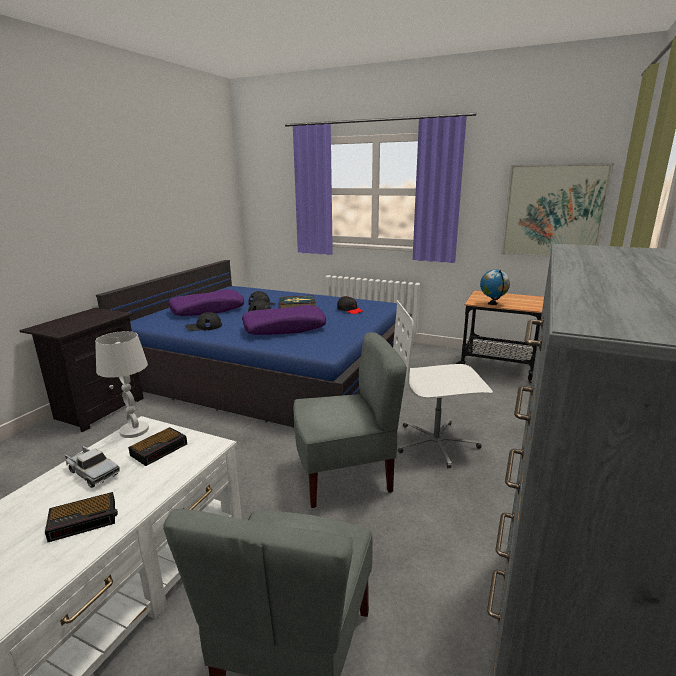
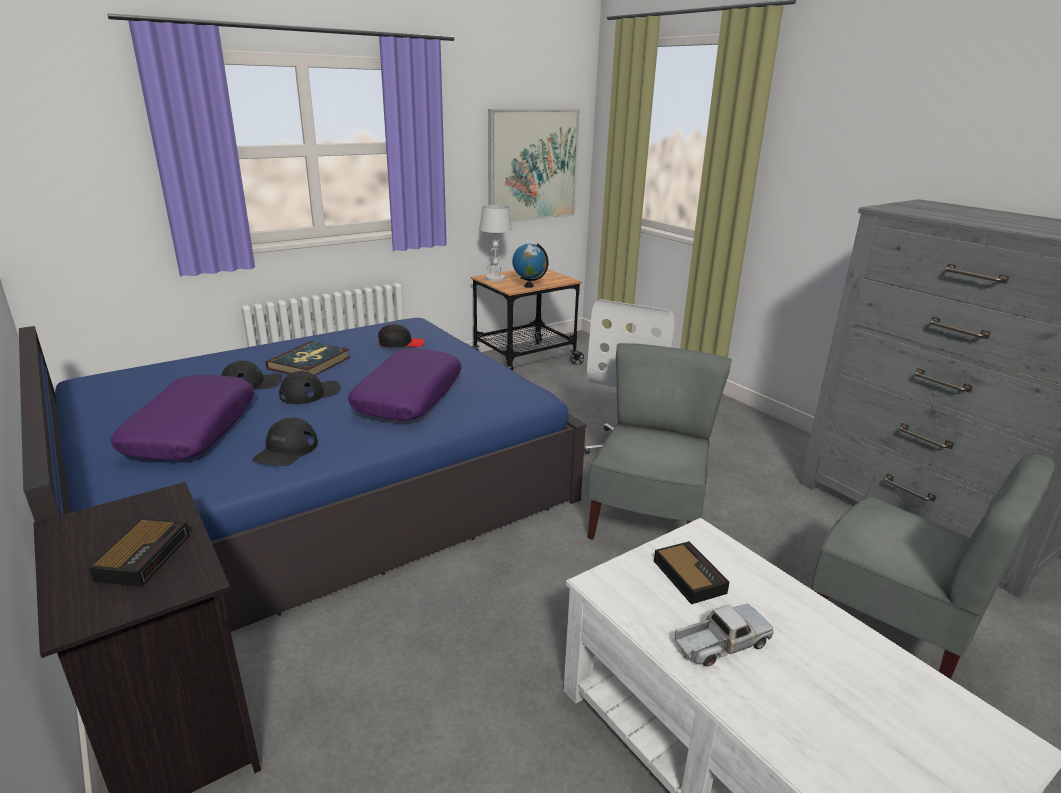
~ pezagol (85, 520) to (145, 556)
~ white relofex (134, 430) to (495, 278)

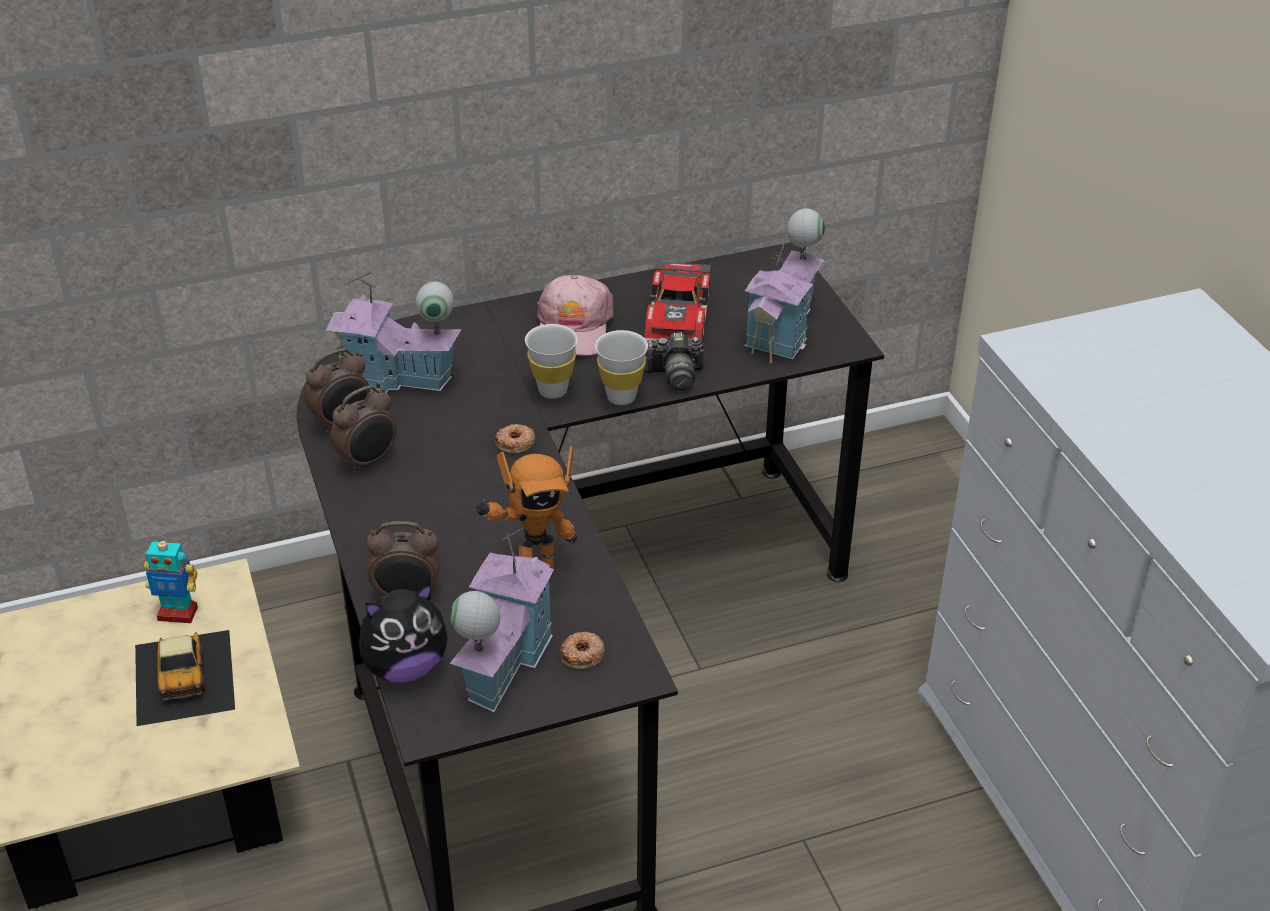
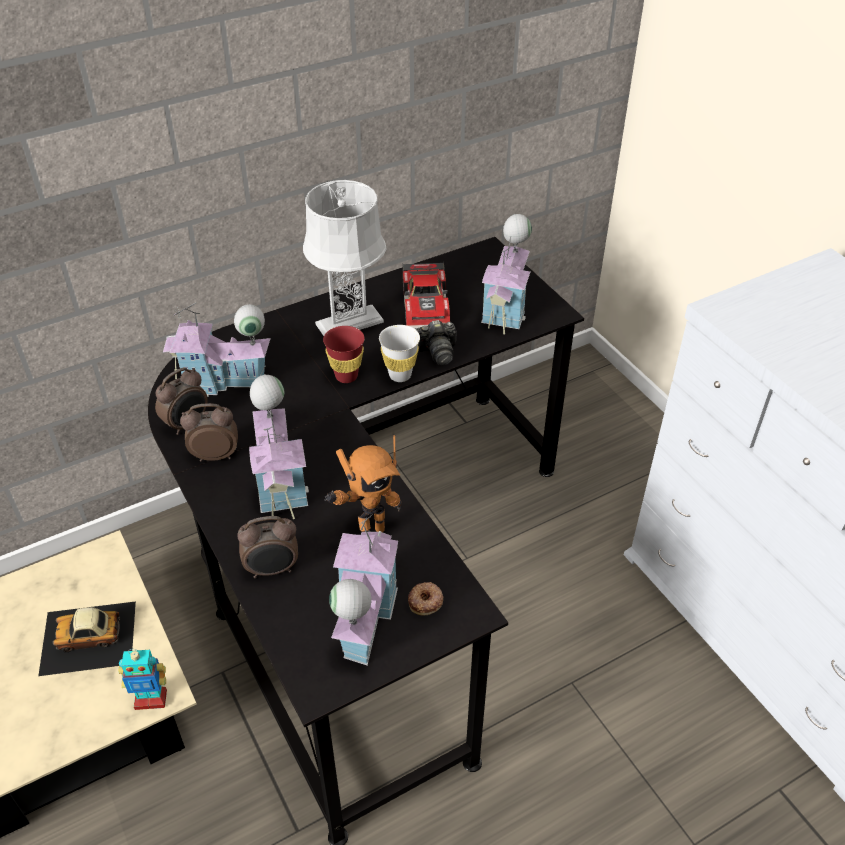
~ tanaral (185, 676) = (89, 638) 105 degrees clockwise
~ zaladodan (178, 613) to (151, 699)
~ pezagol (368, 461) = (215, 455) 135 degrees counterclockwise
+ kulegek (281, 481)
~ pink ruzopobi (574, 328) to grey relofex (350, 323)
~ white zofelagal (553, 390) to red zofelagal (346, 376)
- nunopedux (405, 667)
- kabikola (515, 442)

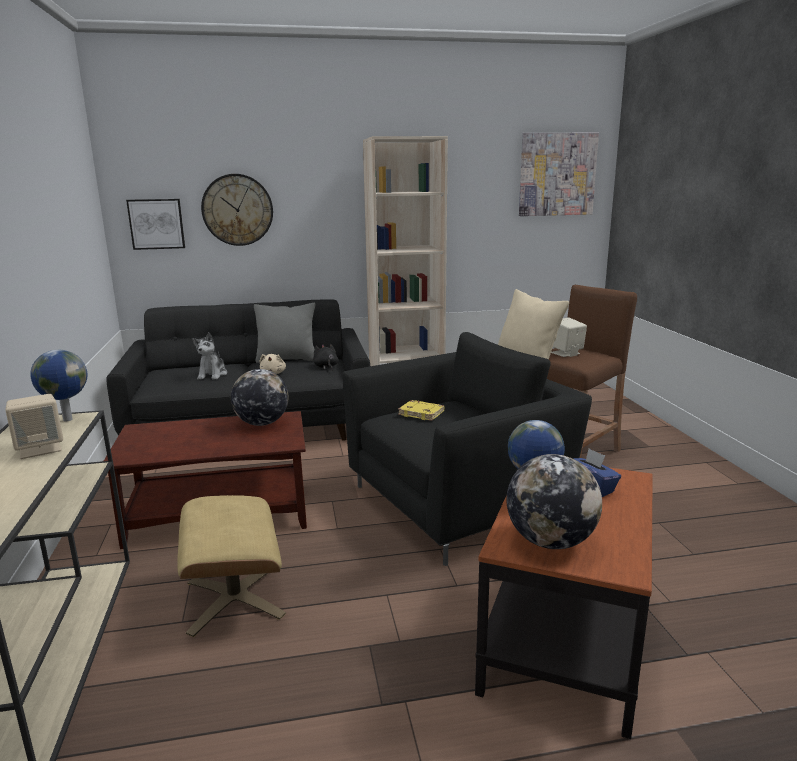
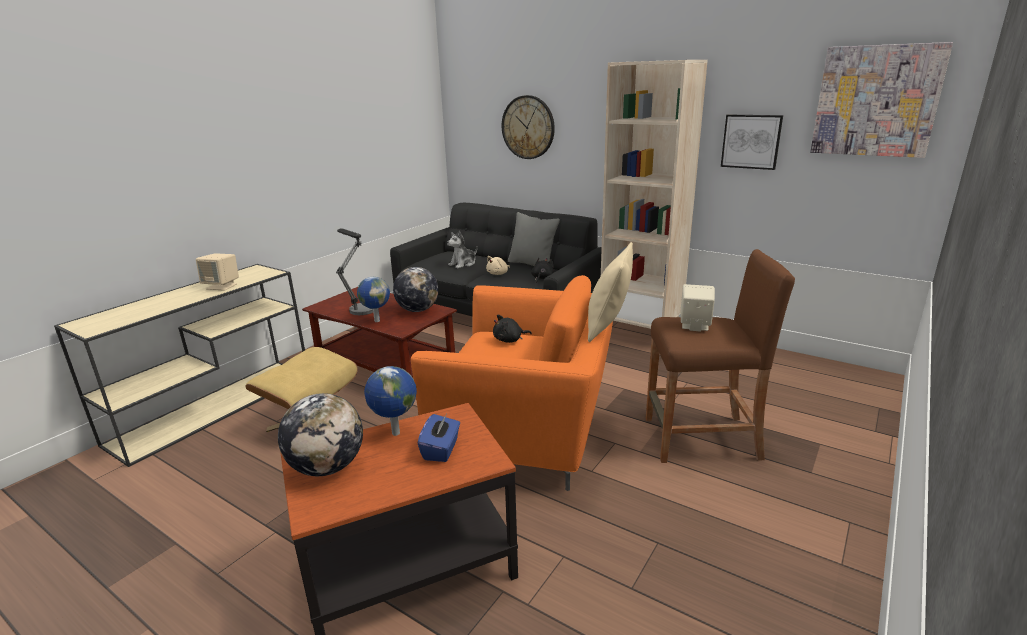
+ relofex (360, 307)
~ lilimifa (67, 419) to (377, 321)
~ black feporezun (458, 502) to orange feporezun (527, 432)
~ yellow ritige (422, 413) to black nunopedux (509, 340)
~ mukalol (156, 224) to (751, 141)

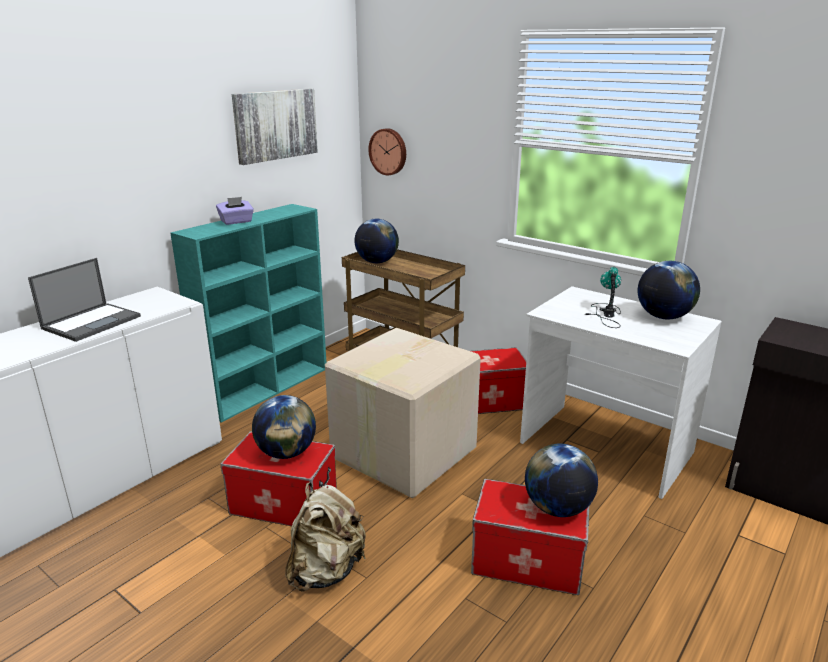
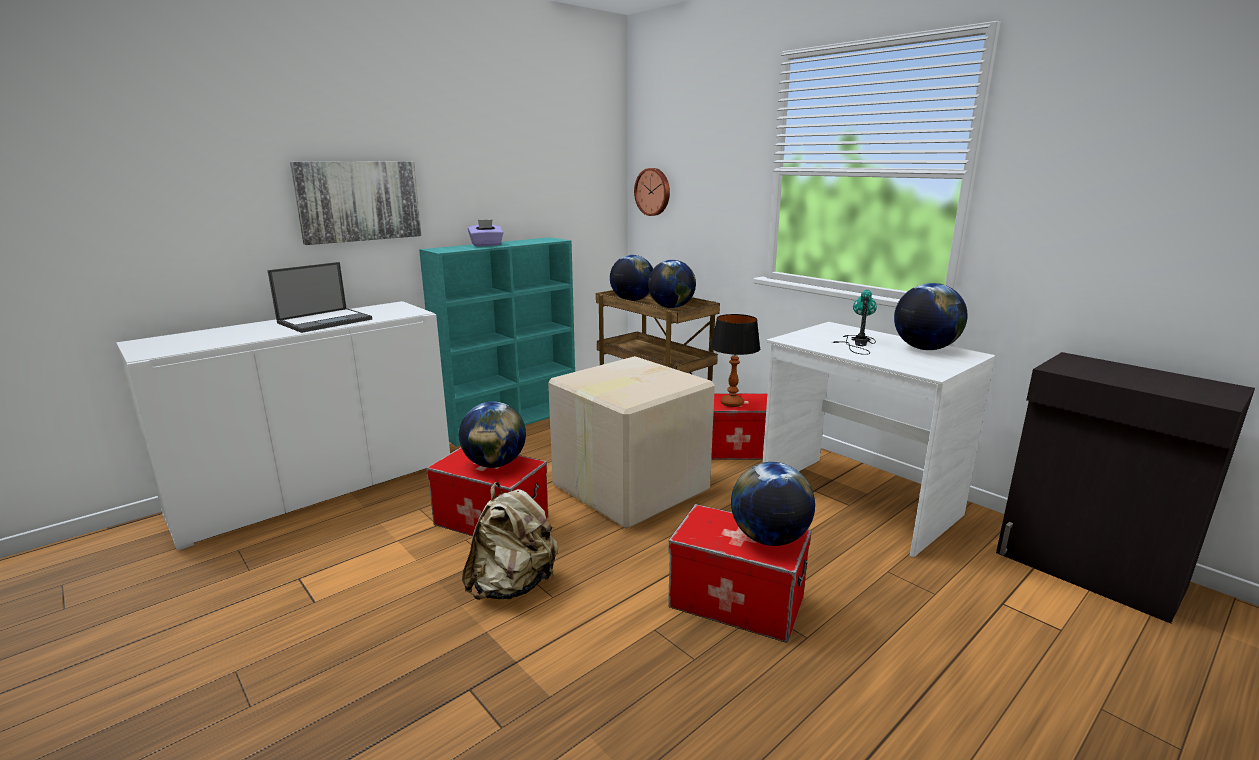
~ mukalol (275, 125) to (359, 201)
+ lilimifa (671, 307)
+ relofex (731, 403)

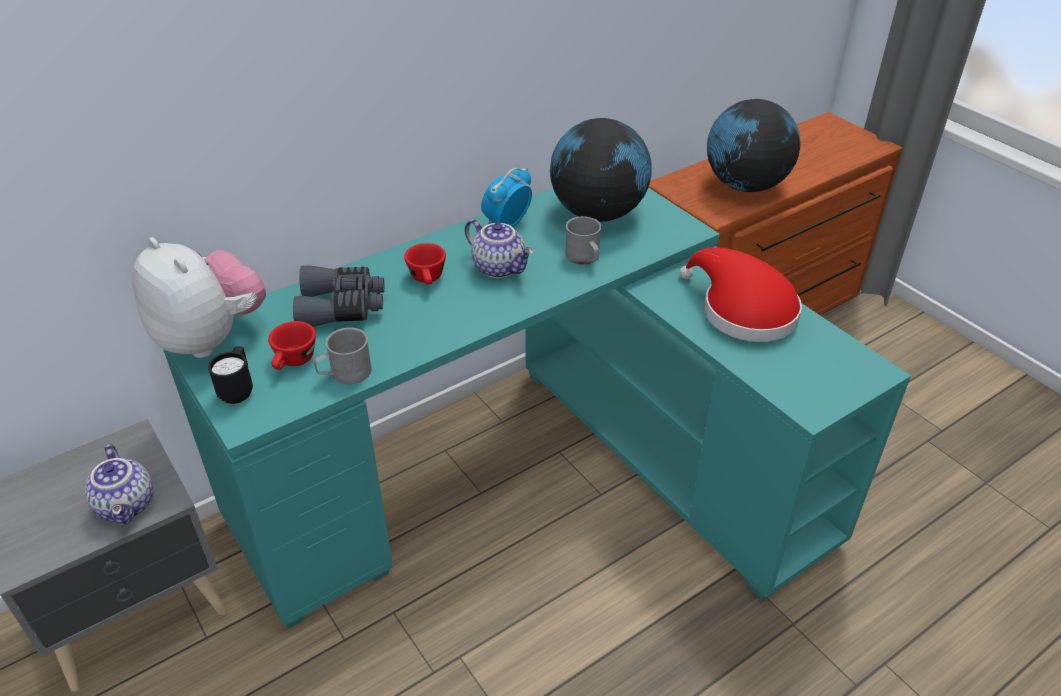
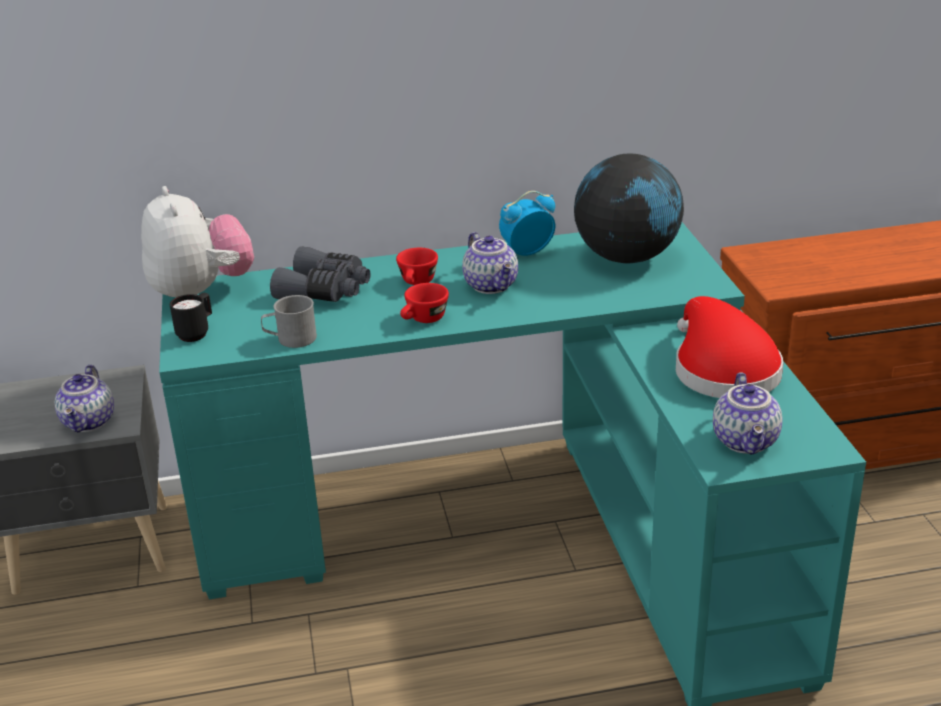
~ red zofelagal (294, 362) to (423, 320)
+ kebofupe (747, 441)
- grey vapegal (585, 258)
- lilimifa (745, 186)

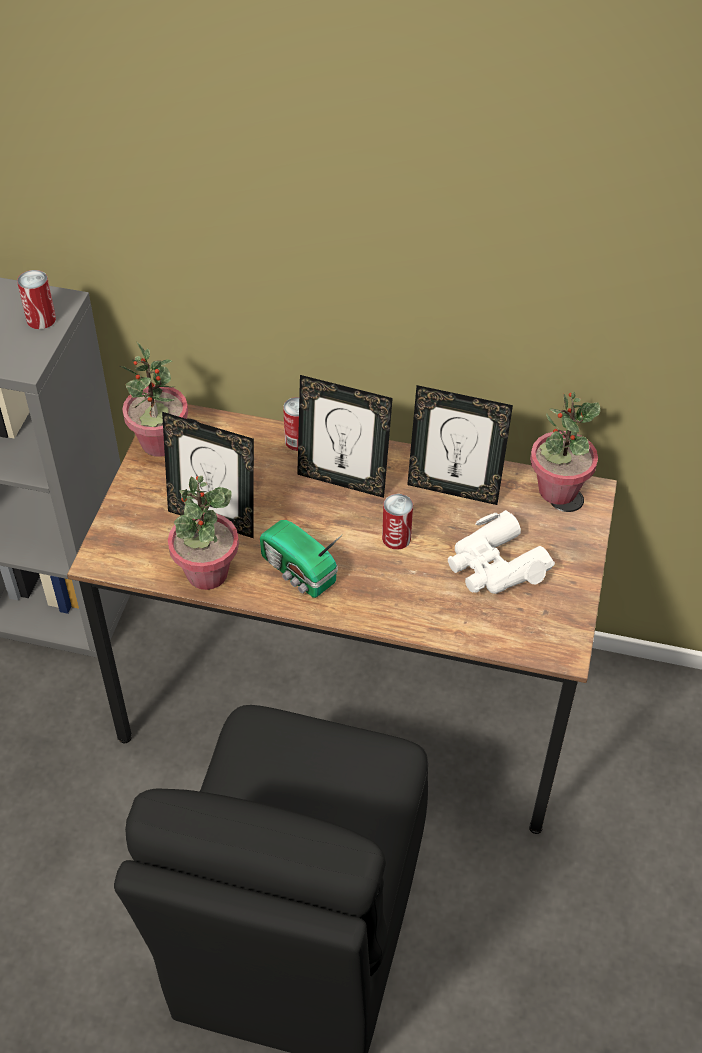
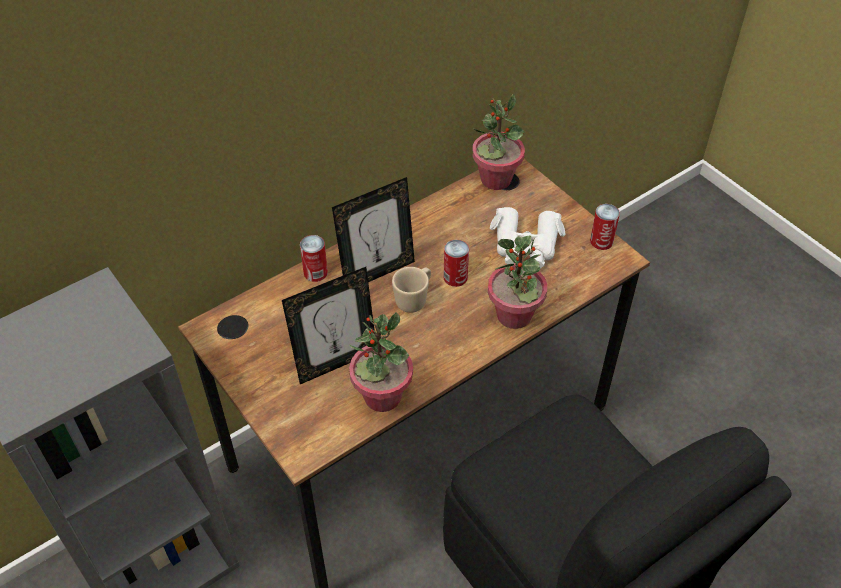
+ beige vapegal (414, 299)
~ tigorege (160, 443) to (514, 315)
~ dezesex (41, 319) to (601, 241)
- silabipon (298, 572)
- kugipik (453, 489)

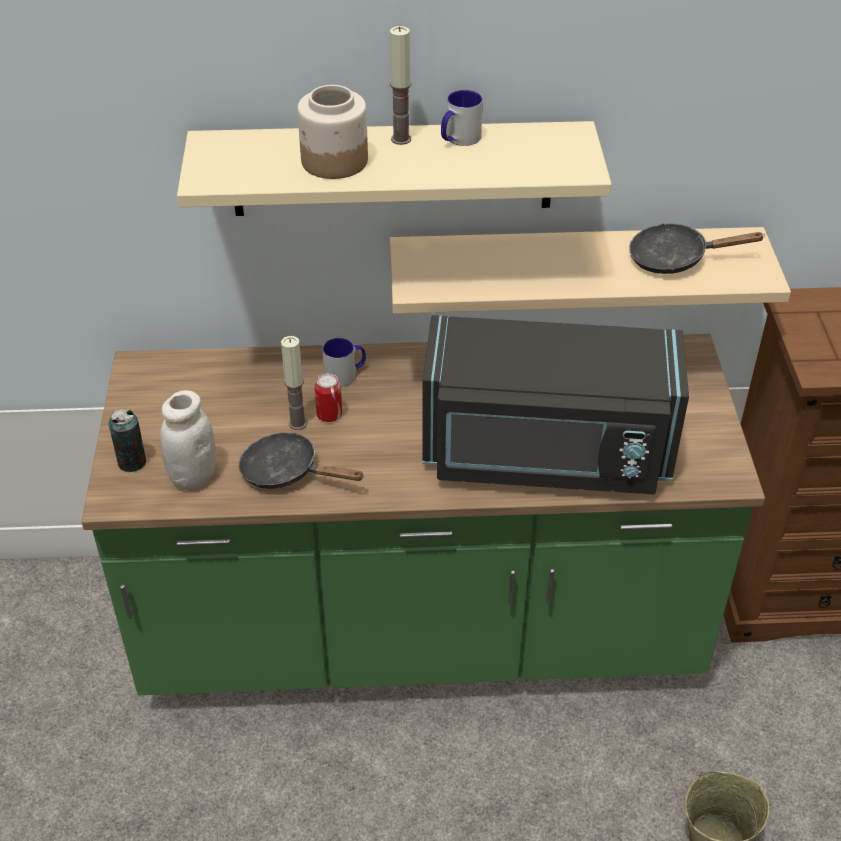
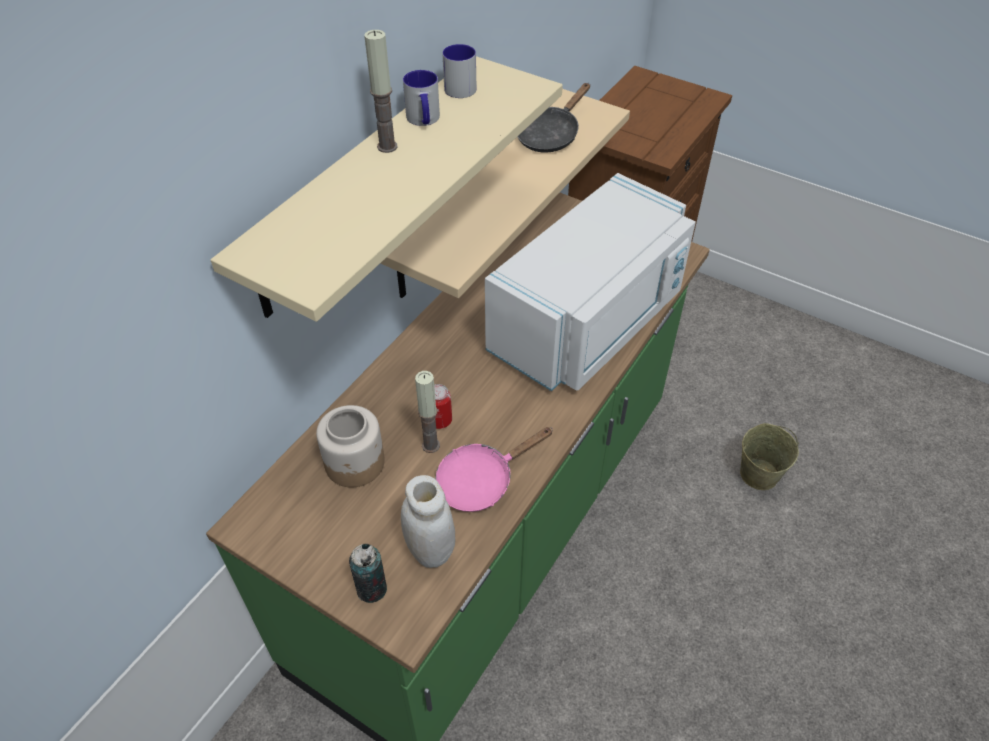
~ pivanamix (334, 161) to (355, 463)
~ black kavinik (287, 472) to pink kavinik (481, 480)
~ vapegal (345, 374) to (461, 86)
~ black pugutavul (546, 454) to white pugutavul (590, 323)

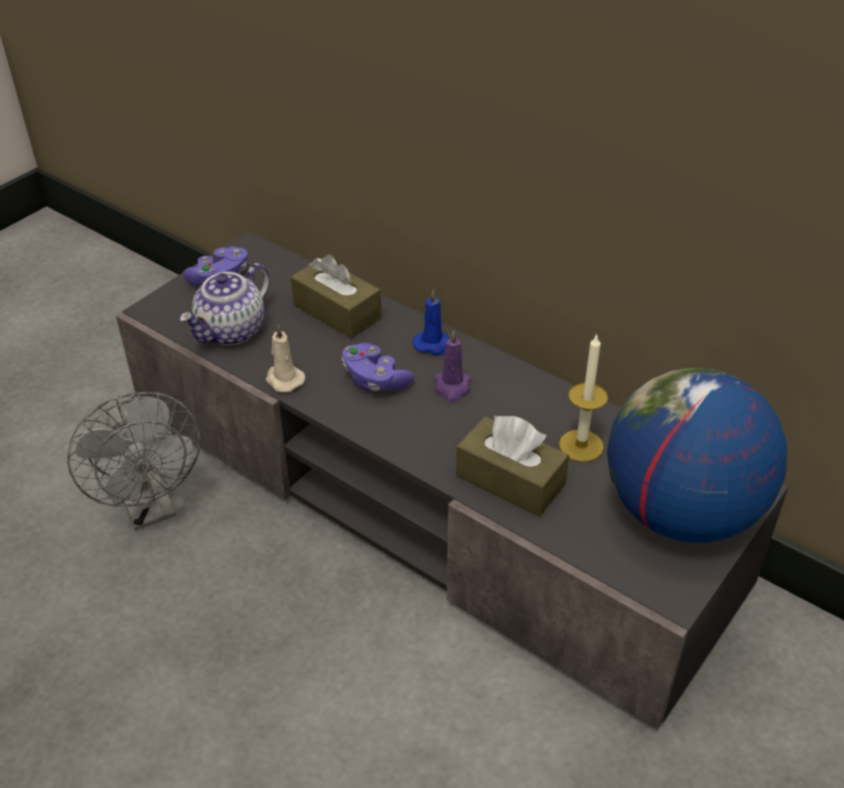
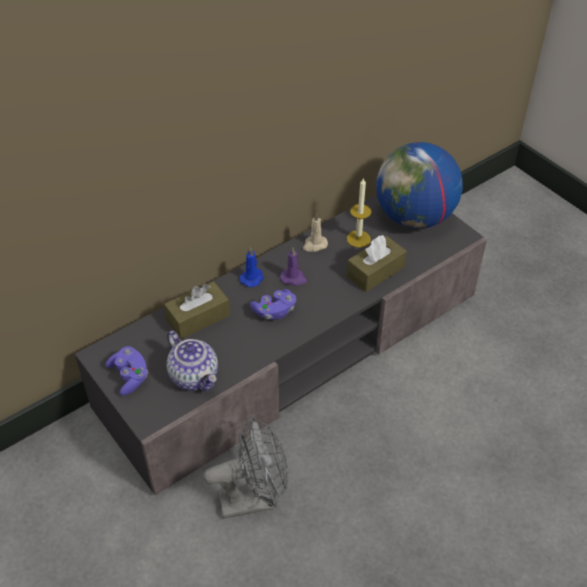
~ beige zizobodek (283, 379) to (314, 245)

